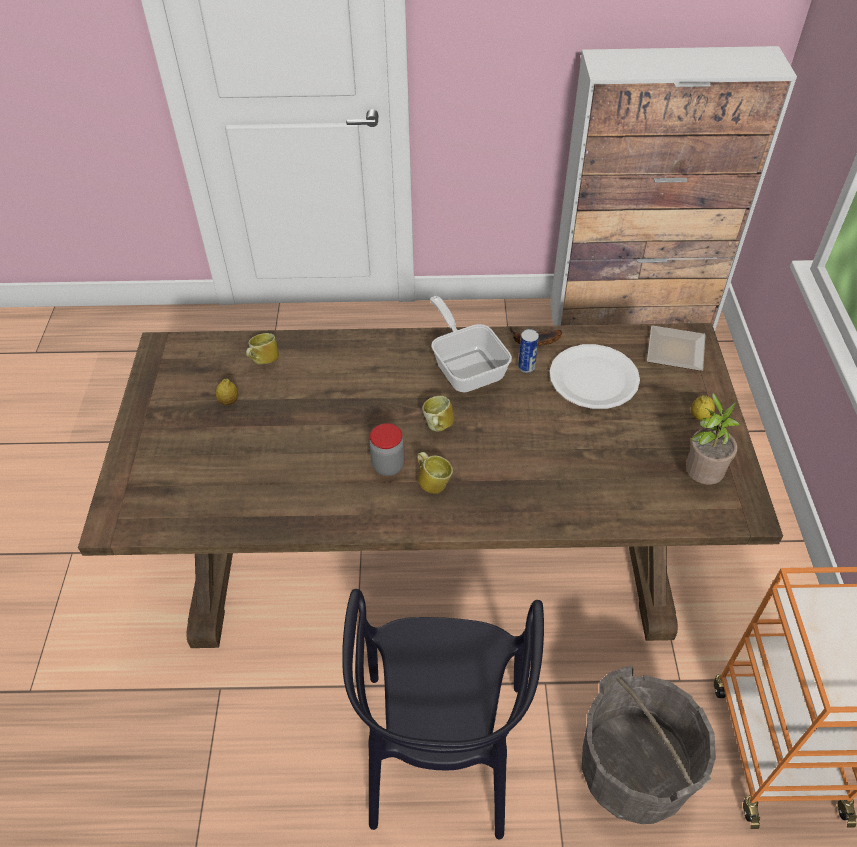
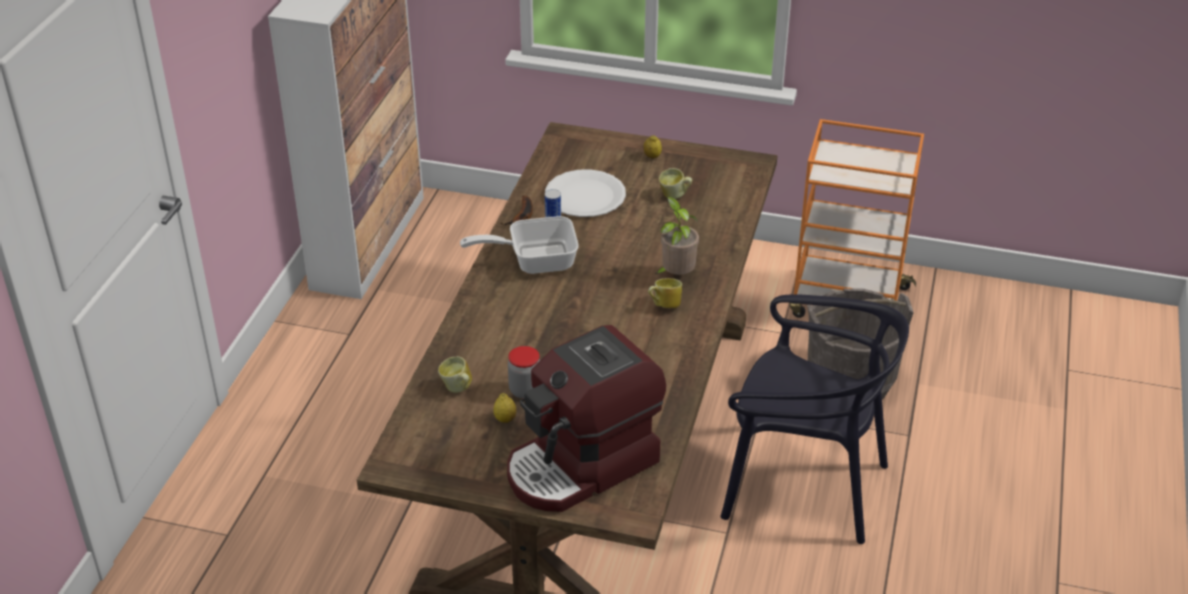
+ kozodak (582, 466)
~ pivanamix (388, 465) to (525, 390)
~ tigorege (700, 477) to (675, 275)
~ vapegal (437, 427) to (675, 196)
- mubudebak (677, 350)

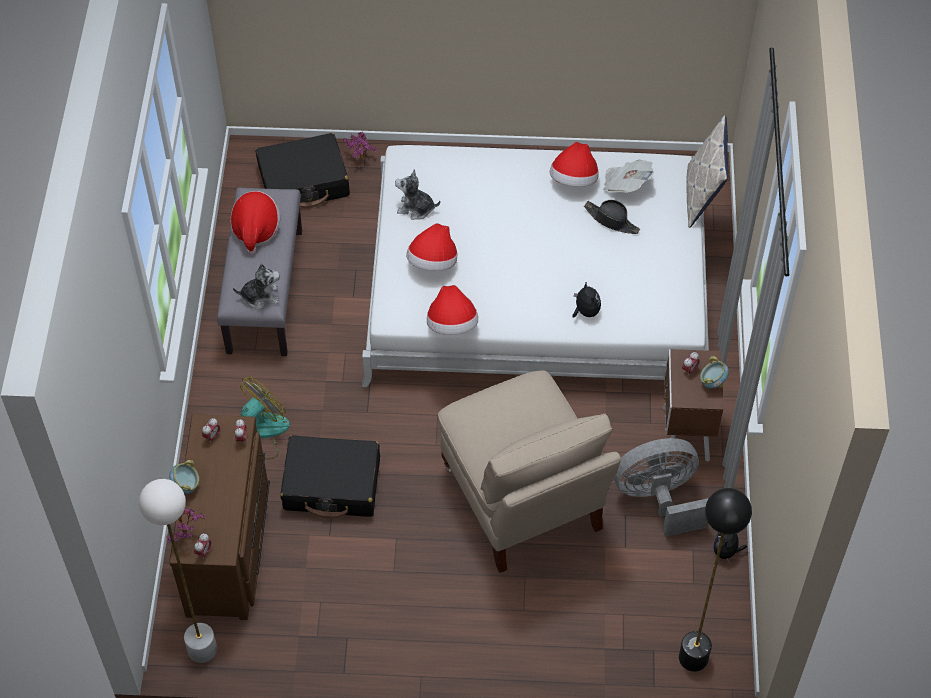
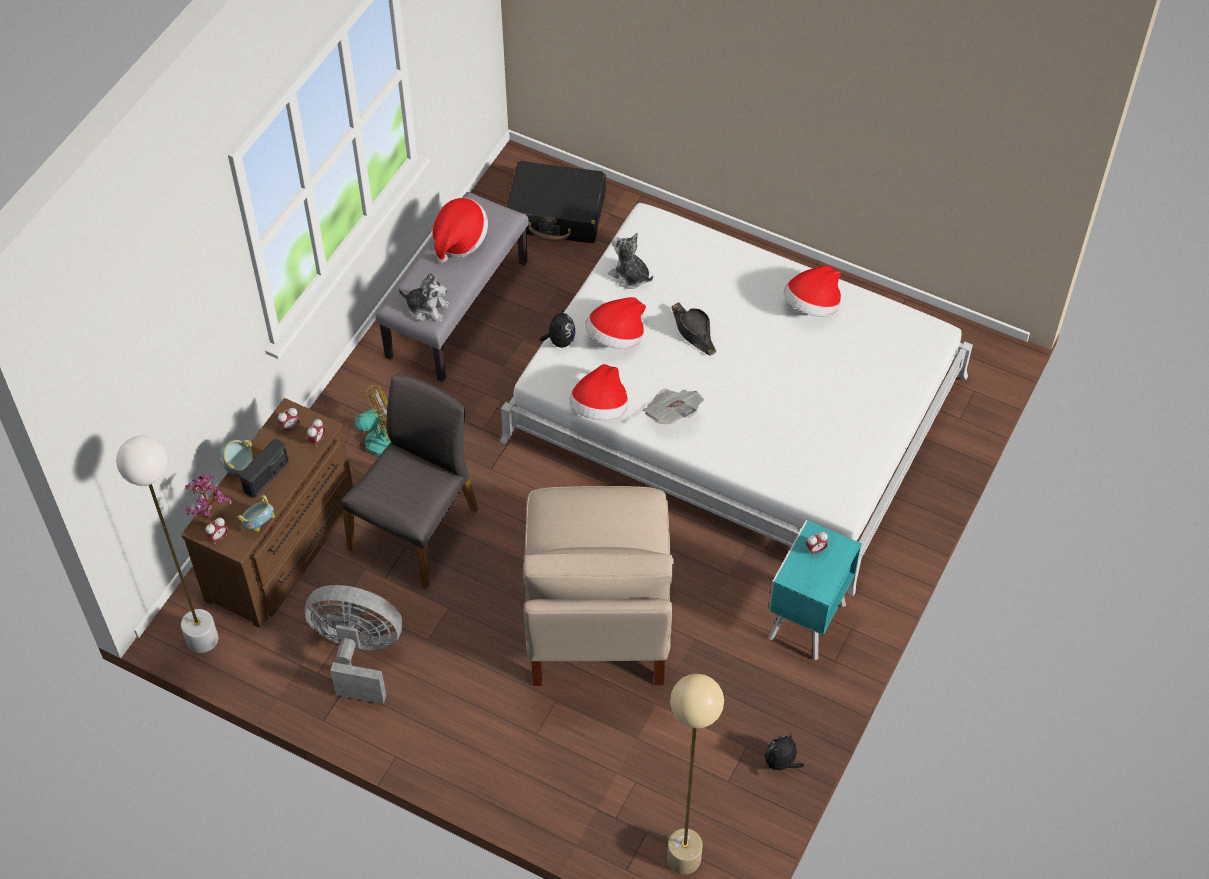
~ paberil (712, 382) to (259, 523)
+ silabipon (266, 476)
~ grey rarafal (658, 498) to (358, 654)
~ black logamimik (332, 484) to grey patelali (416, 528)
~ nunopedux (585, 312) to (560, 341)
~ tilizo (626, 184) to (672, 414)
~ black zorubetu (693, 658) to beige zorubetu (683, 858)
~ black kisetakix (612, 220) to (694, 332)
~ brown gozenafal (684, 436) to turquoise gozenafal (805, 623)
- tigorege (360, 160)
- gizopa (702, 196)

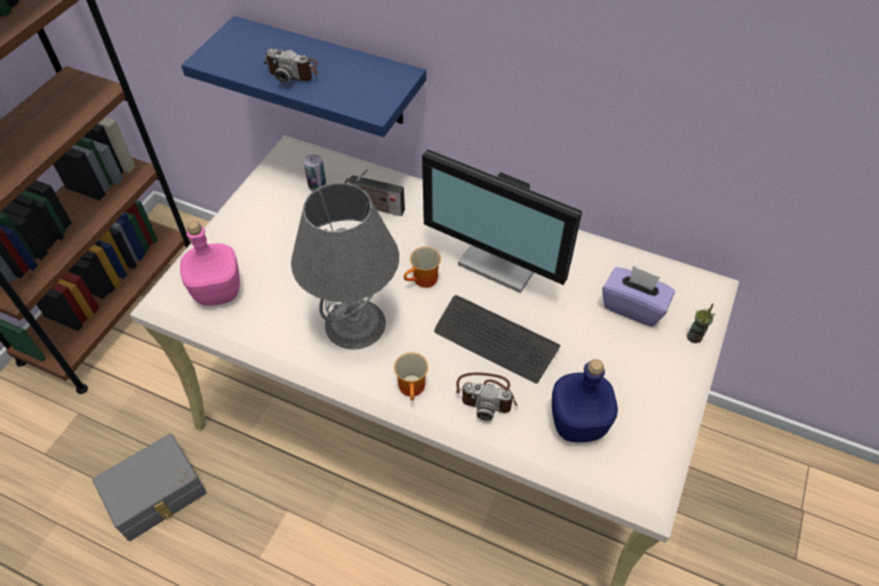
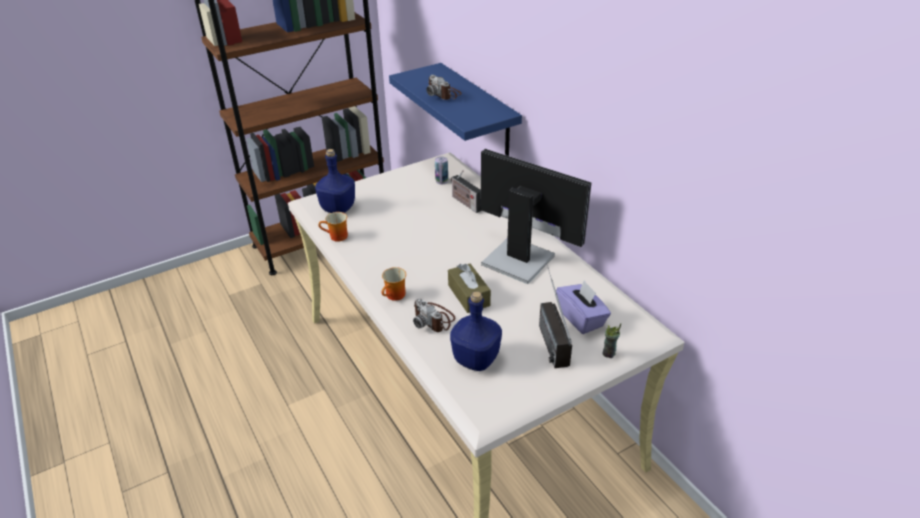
~ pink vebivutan (219, 291) to blue vebivutan (339, 208)
~ vapegal (424, 281) to (336, 237)
~ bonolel (495, 340) to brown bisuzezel (469, 295)
~ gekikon (504, 259) = (519, 258) 150 degrees clockwise
+ silabipon (547, 334)
- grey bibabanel (157, 495)
- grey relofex (355, 323)

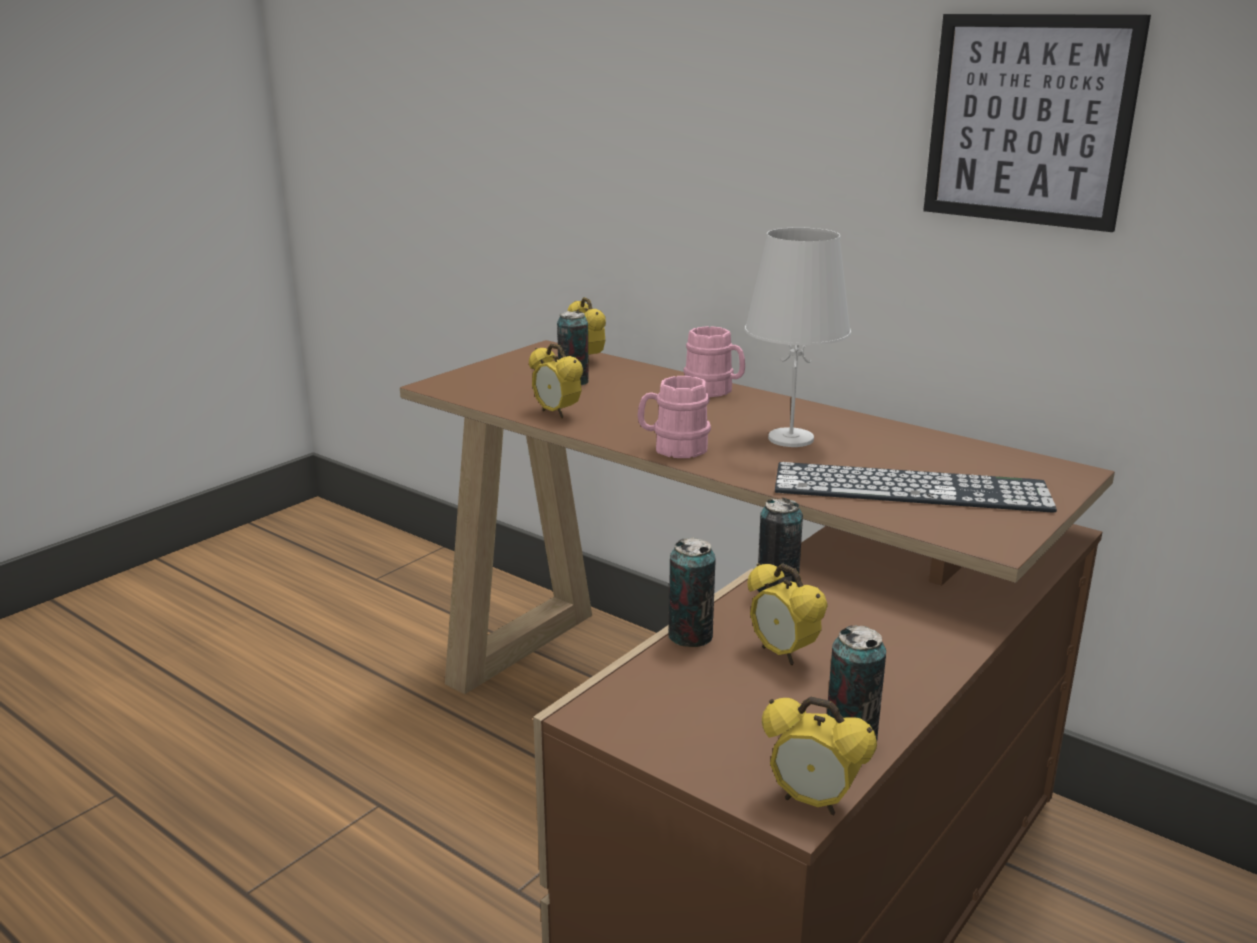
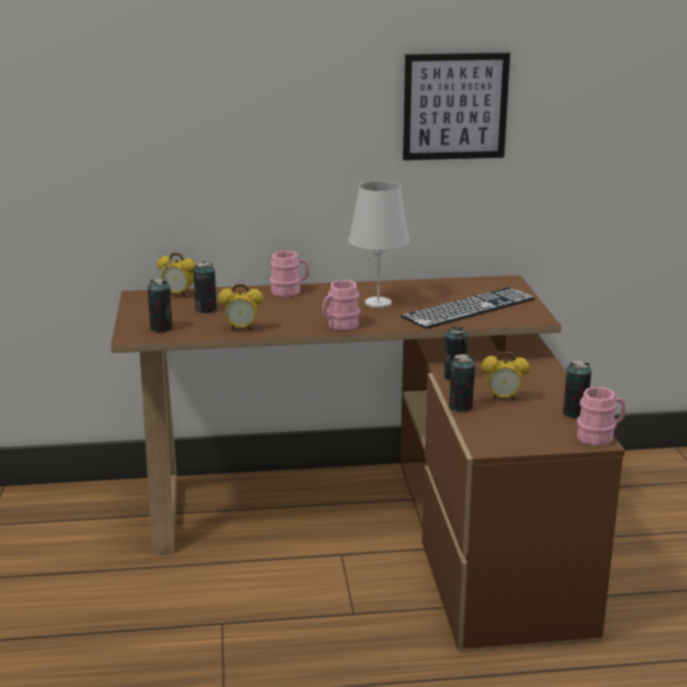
+ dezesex (161, 328)
~ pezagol (812, 802) to pink vapegal (600, 436)

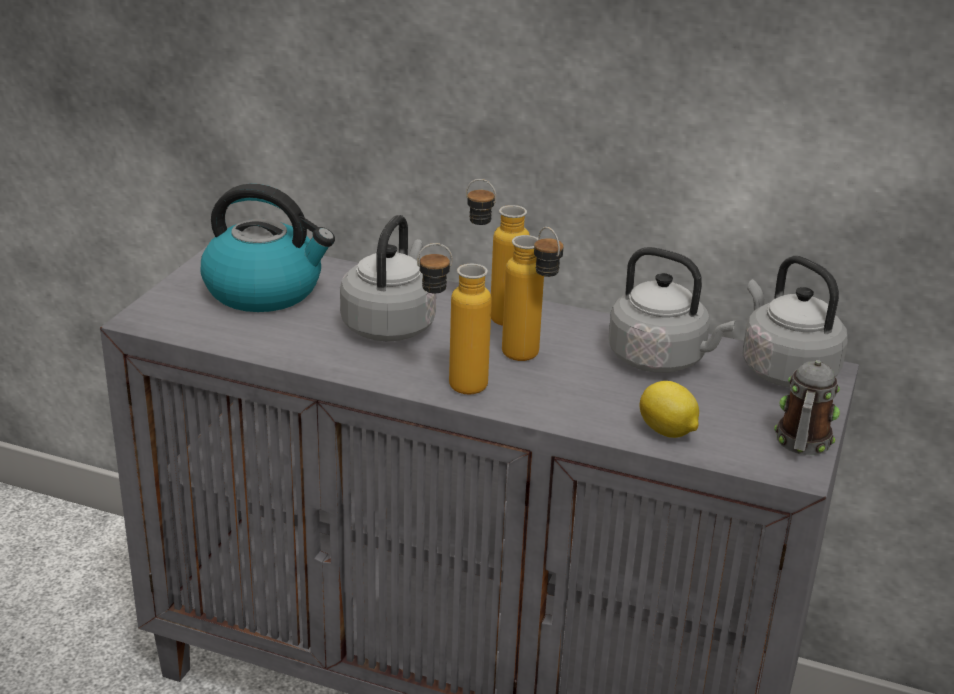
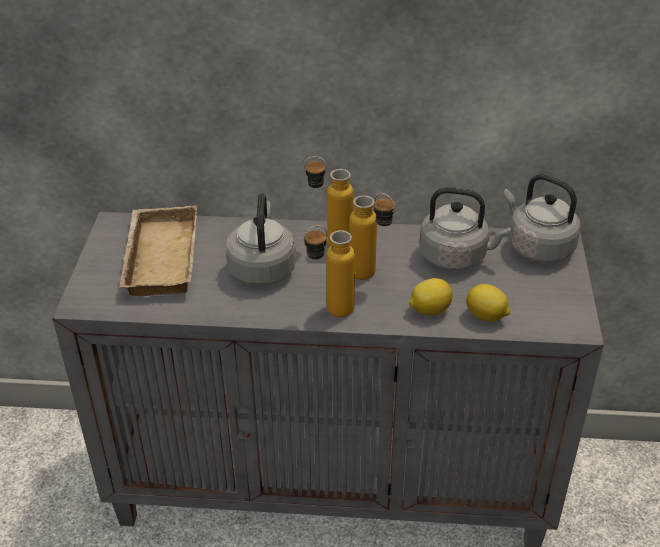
~ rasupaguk (265, 290) to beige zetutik (158, 257)
+ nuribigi (429, 310)
- vapegal (801, 445)

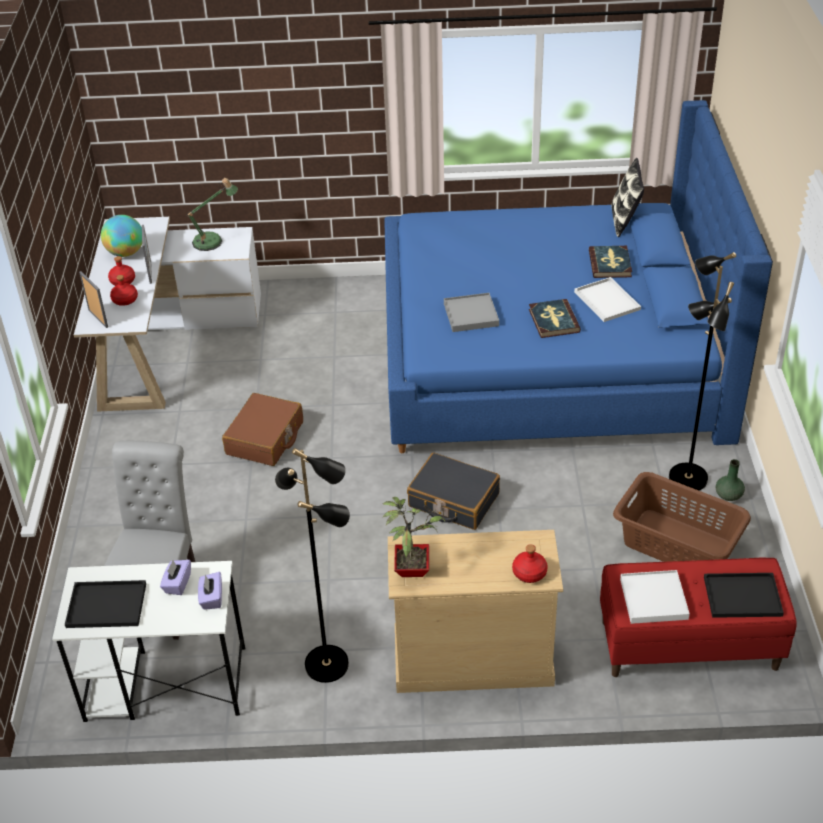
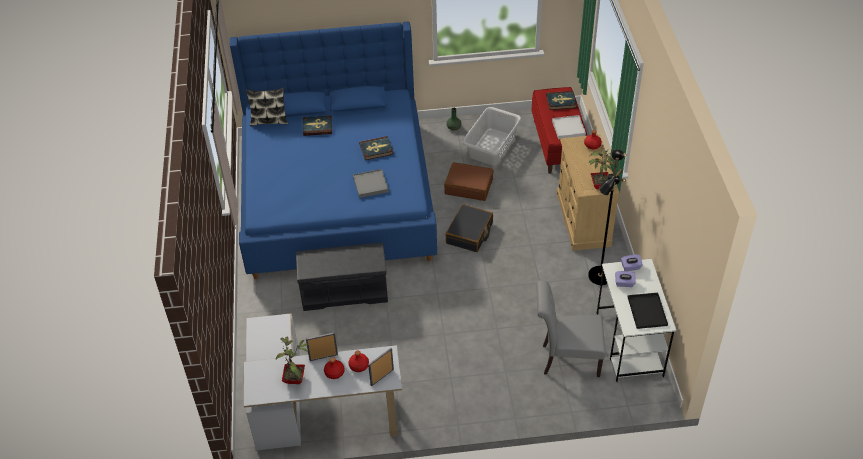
~ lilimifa (126, 253) to tigorege (295, 379)
+ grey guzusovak (345, 291)
~ brown logamimik (265, 438) to (469, 186)
~ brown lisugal (677, 544) to grey lisugal (492, 147)
~ black zetutik (741, 597) to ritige (561, 101)
- relofex (212, 241)
- white zetutik (608, 301)
- black zorubetu (686, 478)

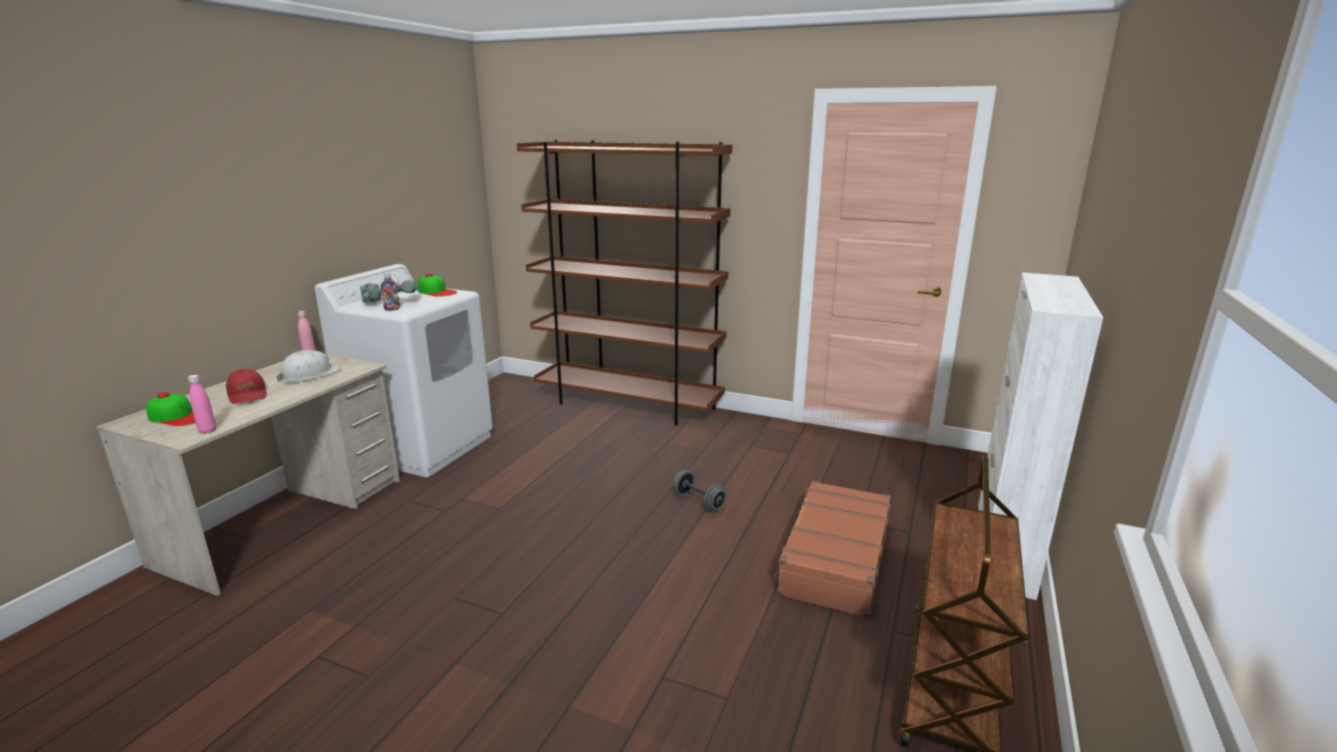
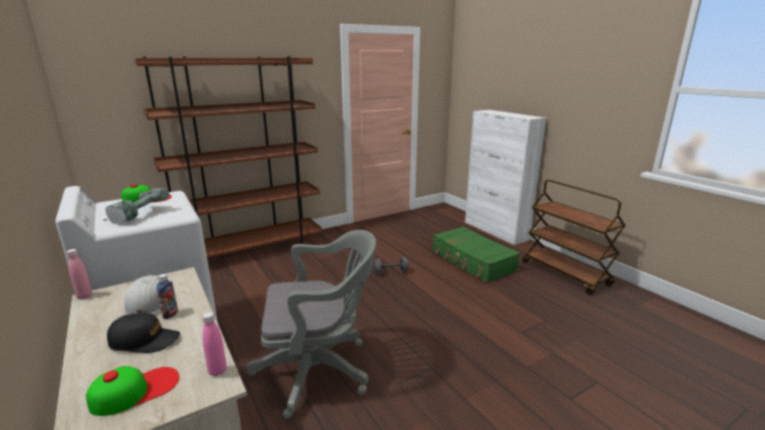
~ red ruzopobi (248, 394) to black ruzopobi (145, 340)
~ vebivutan (392, 309) to (170, 314)
+ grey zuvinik (320, 370)
~ brown logamimik (834, 559) to green logamimik (472, 262)

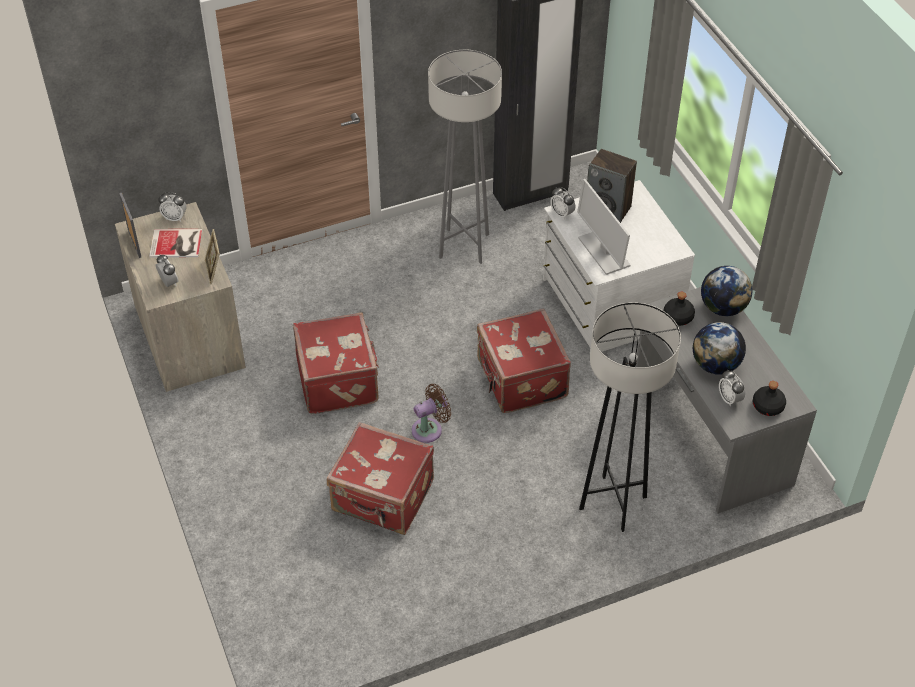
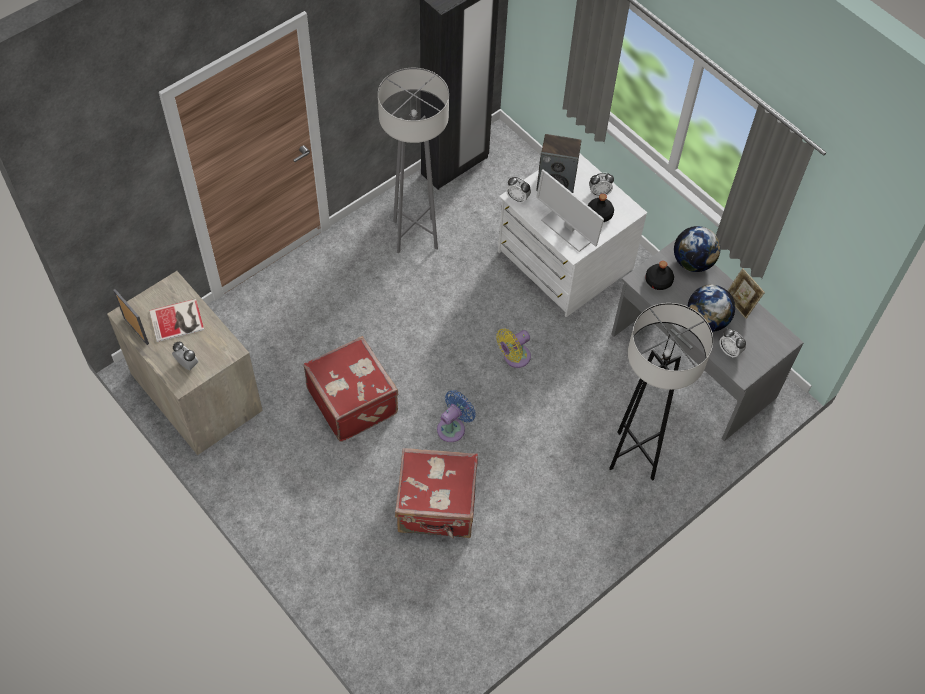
~ brown rarafal (430, 429) to blue rarafal (453, 427)
~ red logamimik (520, 380) to yellow rarafal (514, 357)
~ black vebivutan (767, 406) to (599, 214)
~ pezagol (175, 218) to (599, 193)
~ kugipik (214, 271) to (740, 304)

